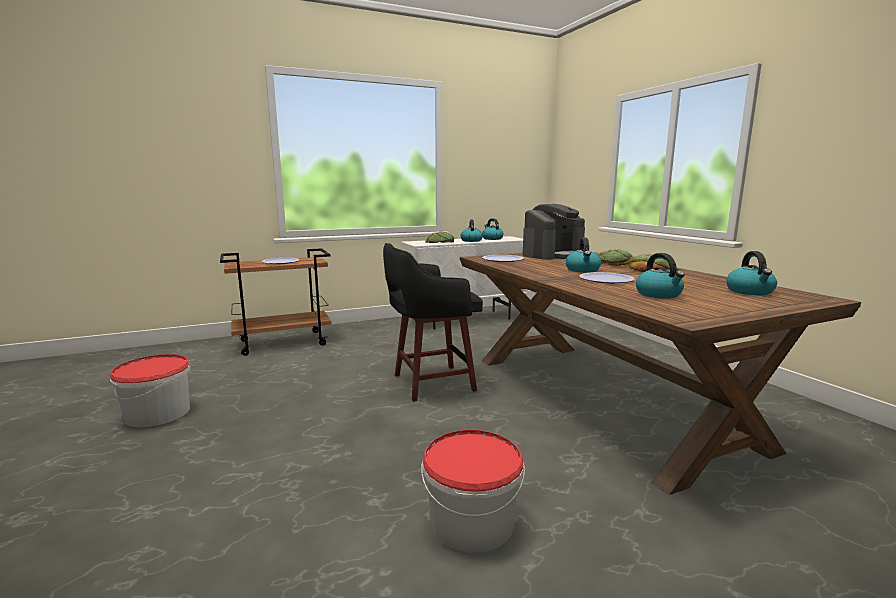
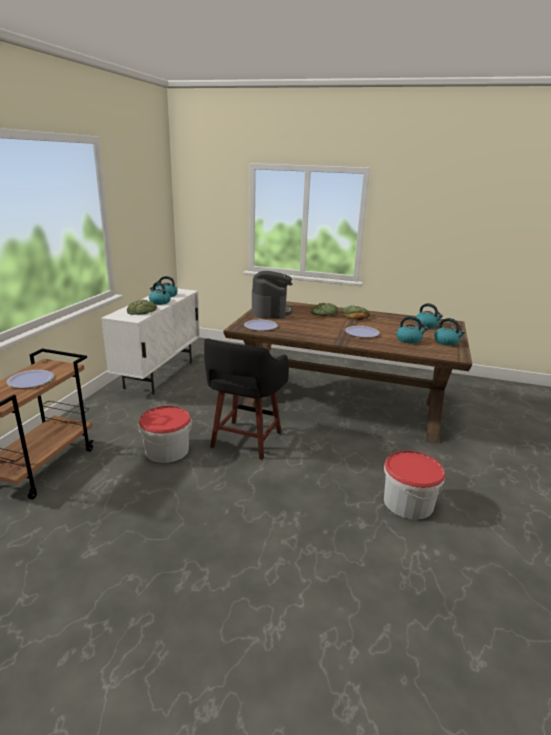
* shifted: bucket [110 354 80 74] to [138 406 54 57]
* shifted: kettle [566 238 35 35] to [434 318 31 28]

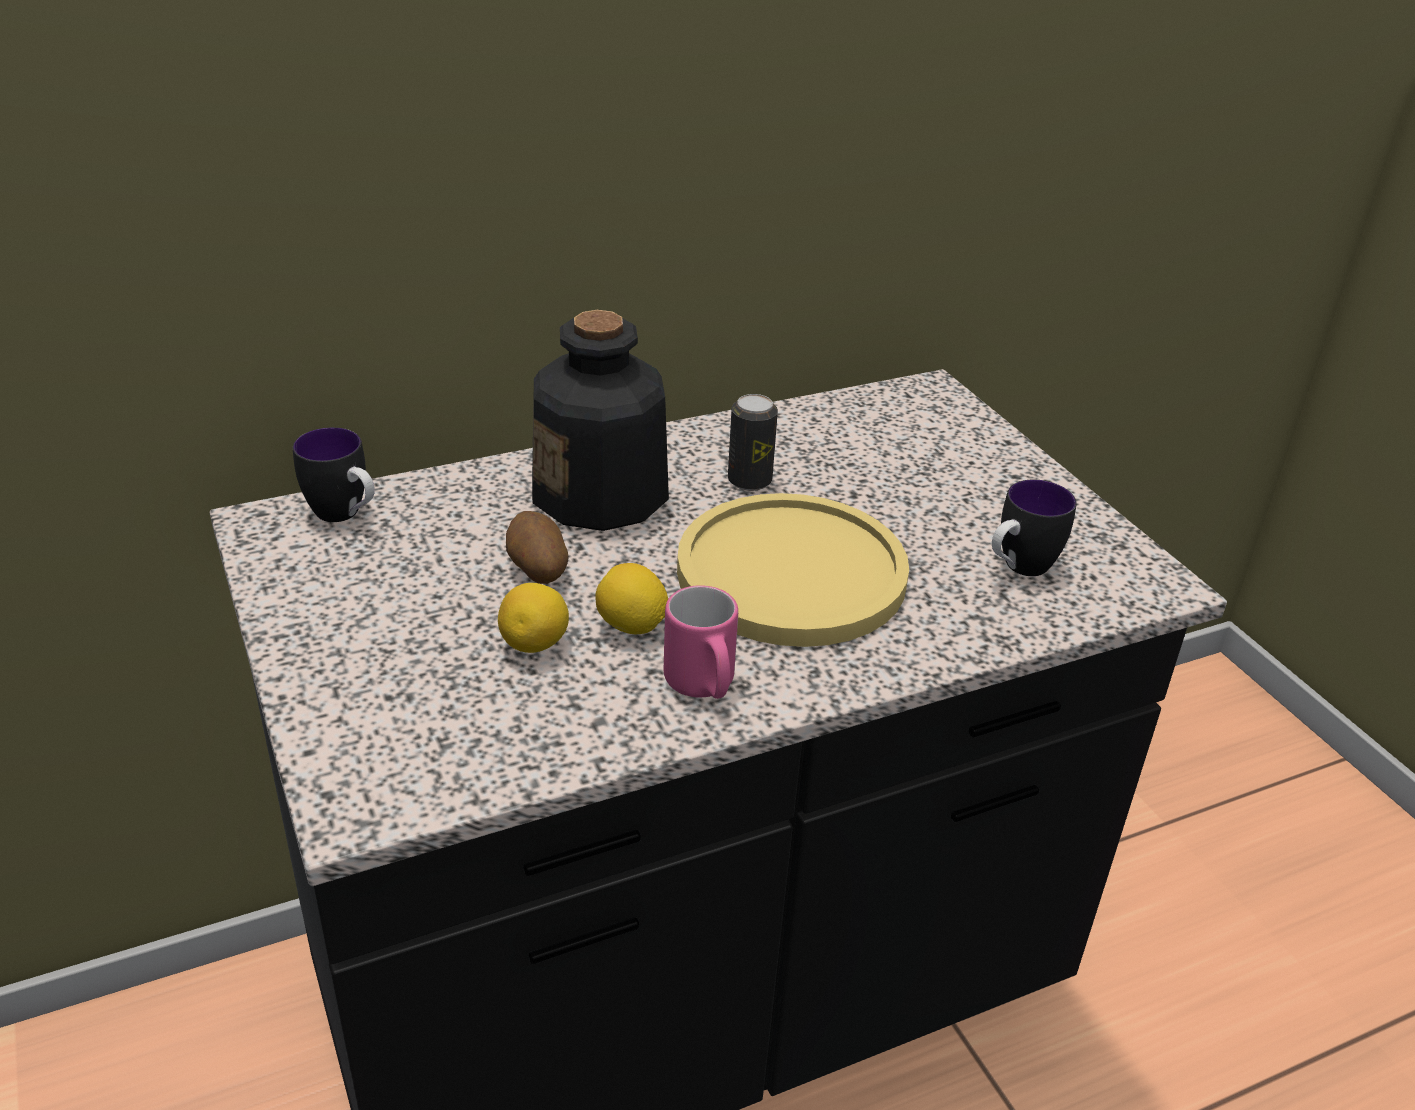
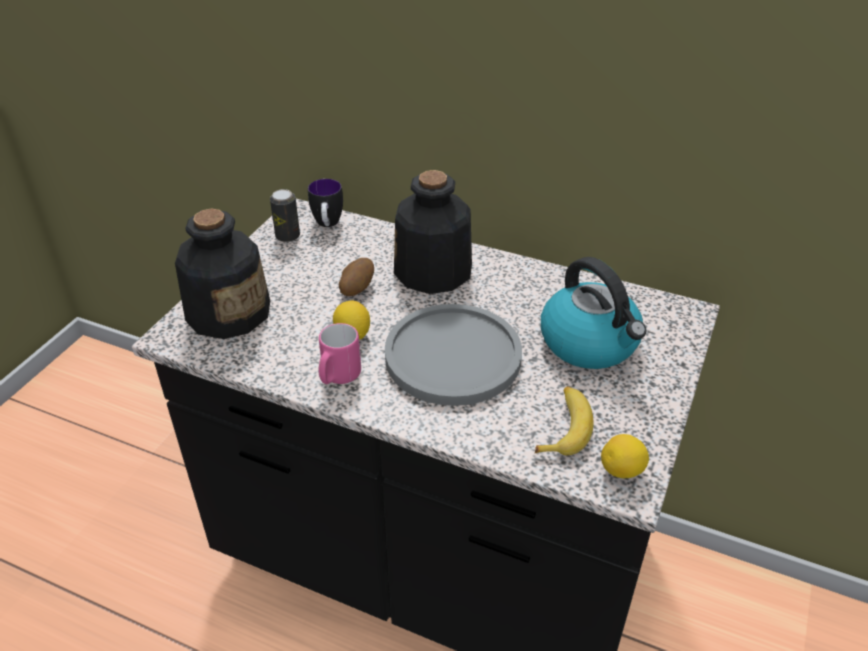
* new: bottle [175 209 95 130]
* shifted: can [728 394 50 97] to [270 189 30 53]
* repainted: yellow_plate [677 493 232 154] to grey_plate [385 304 137 102]
* swapped: mug [992 480 85 96] to banana [535 386 58 70]
* new: kettle [541 257 105 112]
* shifted: lemon [498 583 71 70] to [601 434 48 44]

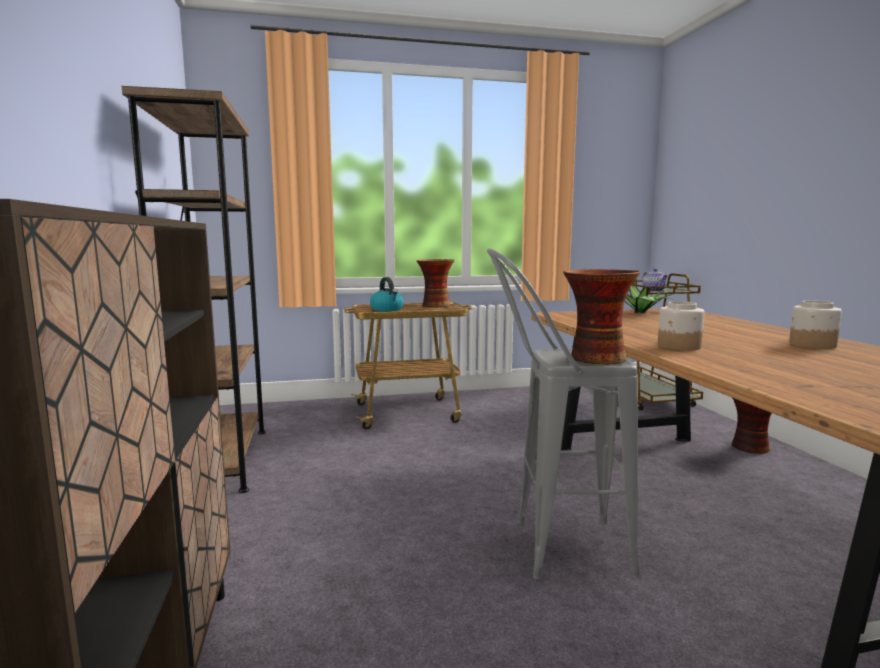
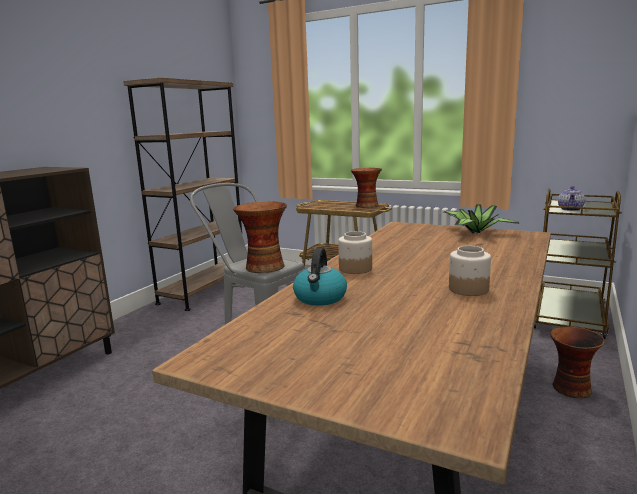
* shifted: kettle [370 277 34 34] to [293 247 54 59]

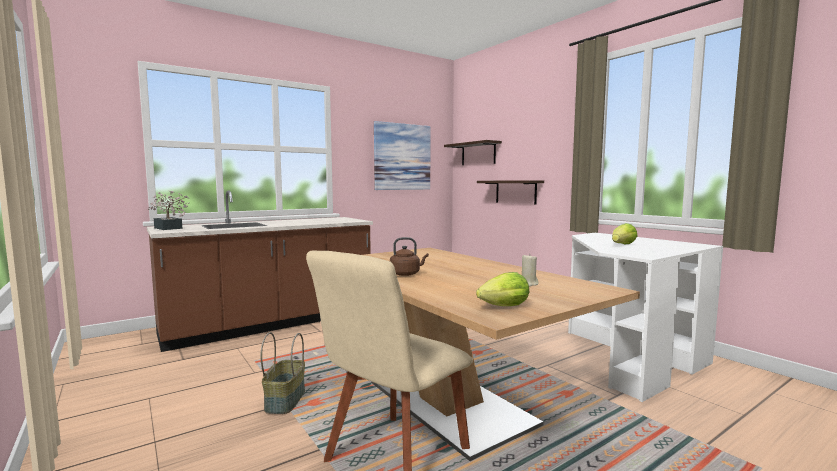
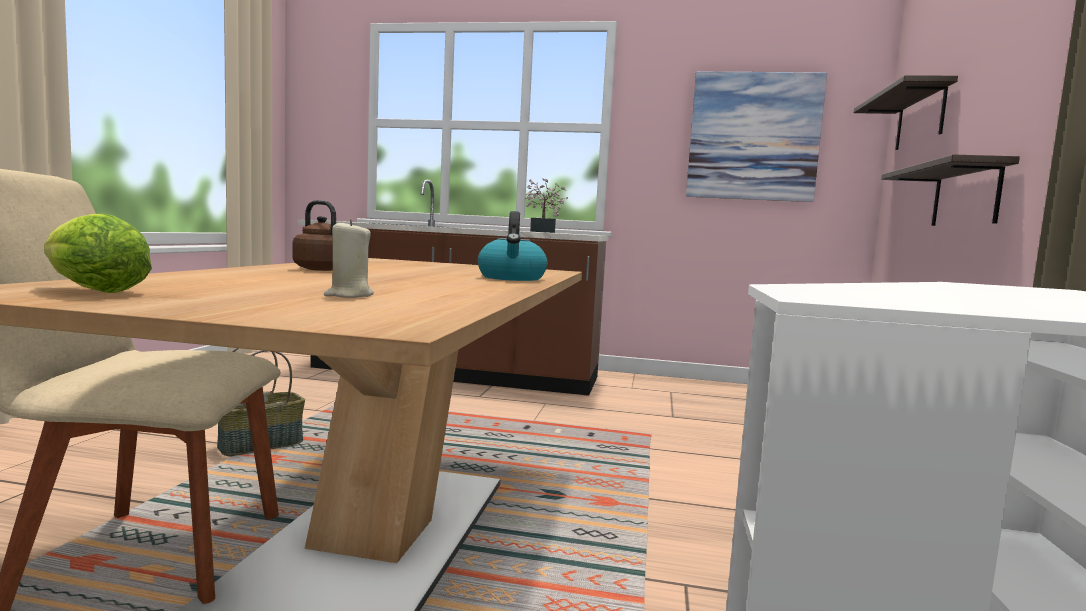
* new: kettle [478 211 70 70]
* shifted: potted_plant [148 191 42 39] to [525 178 43 55]
* gone: lettuce [612 223 26 21]

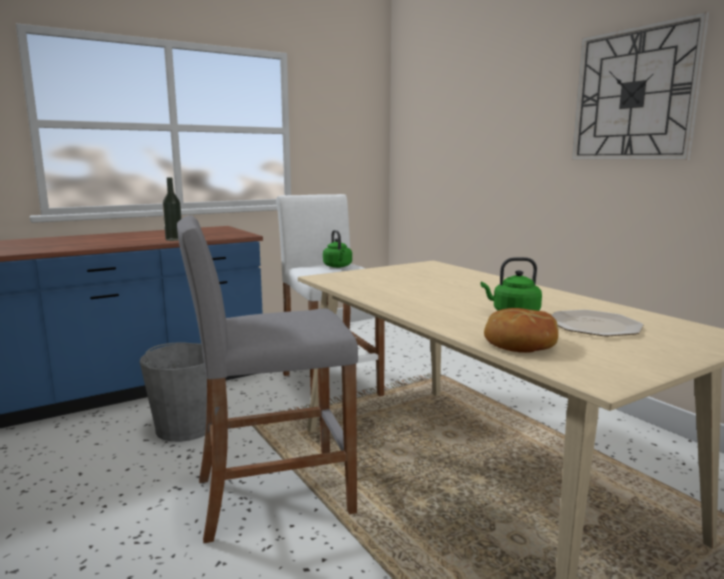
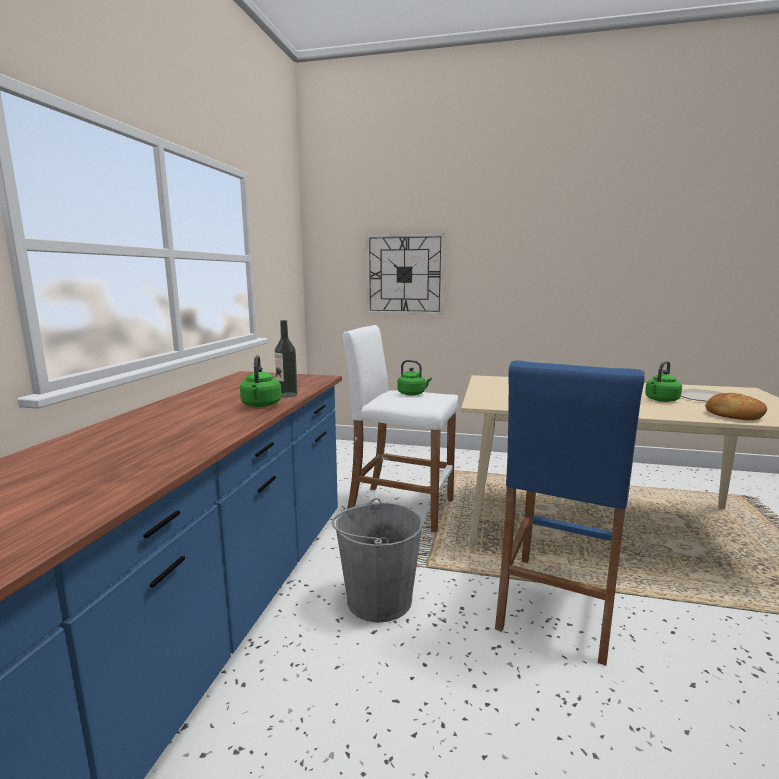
* new: green_kettle [240 355 42 52]
* shifted: wall_clock [572 12 138 148] to [366 233 79 82]
* repainted: grey_stool [177 215 181 328] to blue_stool [495 360 150 306]

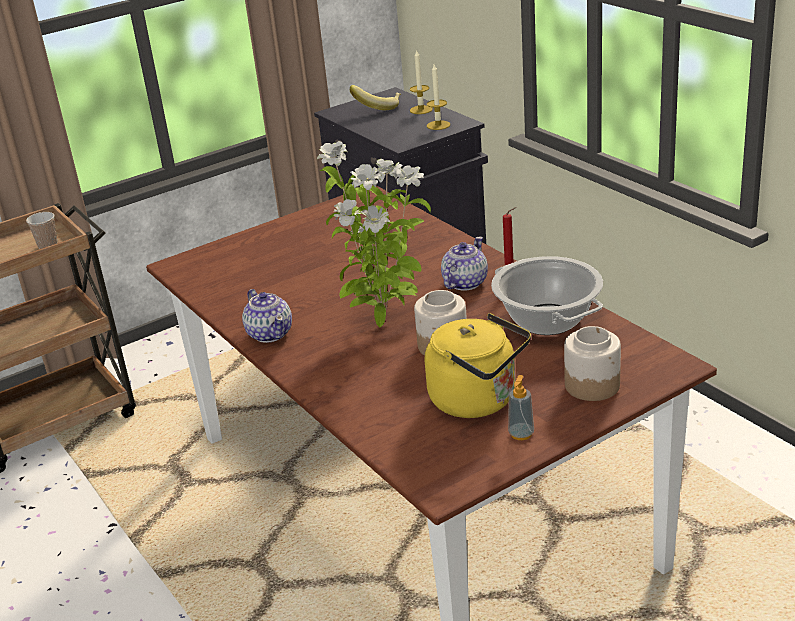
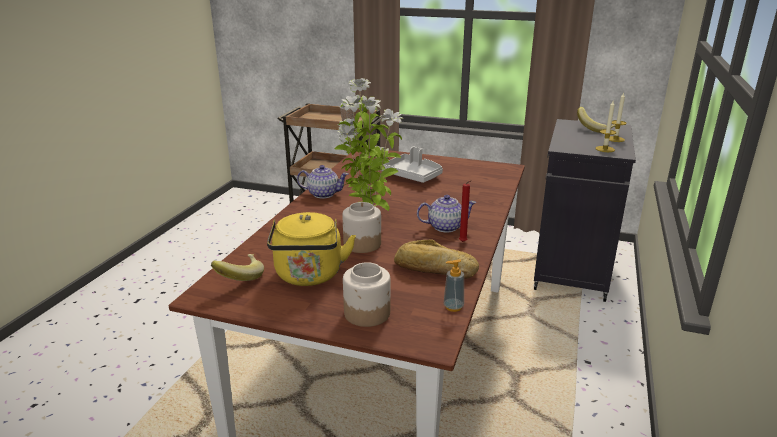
* new: banana [211 254 53 27]
* rotated: teapot [242 289 50 54] = [297 165 52 33] 105 degrees counterclockwise
* new: grey_tray [382 147 61 36]
* swapped: cooking_pot [491 256 112 79] to bread [394 240 85 39]
* shifted: soap_dispenser [508 375 26 65] to [444 259 20 53]

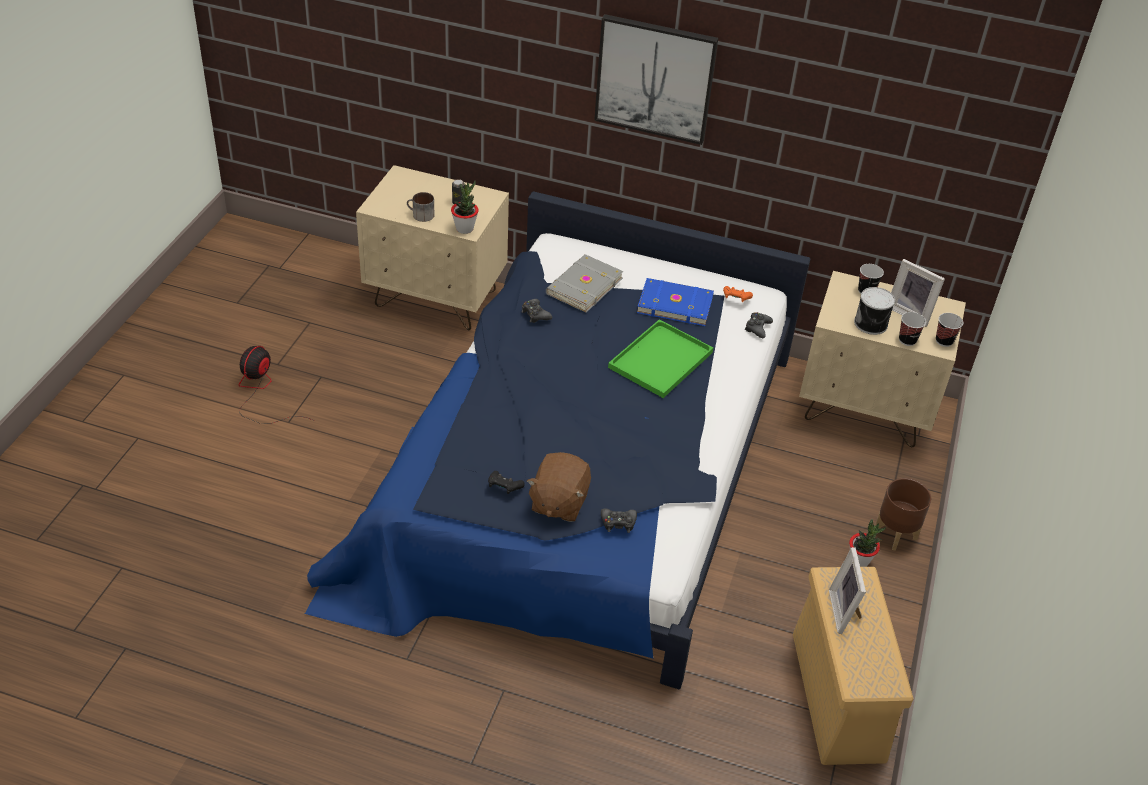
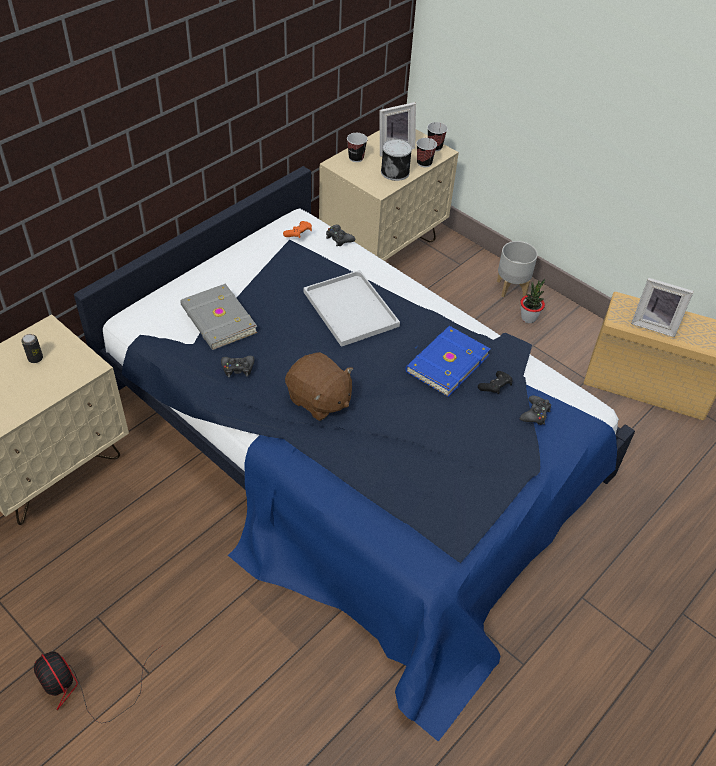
* shifted: brown_plush_toy [527 452 64 70] to [285 352 68 69]
* repainted: green_tray [608 319 105 79] to white_tray [304 270 96 77]
* shifted: blue_book [637 278 77 48] to [405 326 85 71]
* shifted: black_game_controller [488 471 37 23] to [478 371 34 23]
* repainted: brown_planter [875 478 56 73] to grey_planter [497 241 41 57]
* gone: mug [407 192 27 30]
* gone: potted_plant [451 181 28 53]
* gone: picture [594 14 124 131]

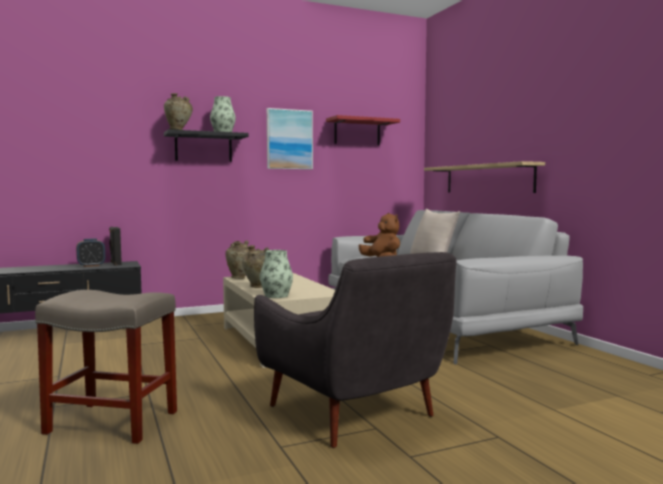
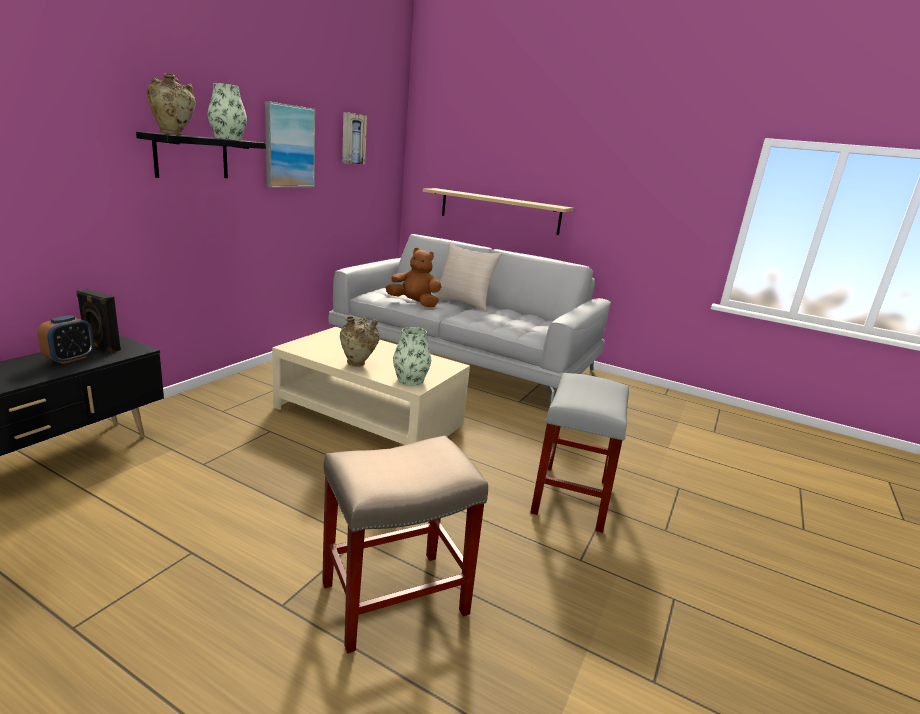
* swapped: red_shelf [326 115 74 30] to picture [342 112 25 52]
* swapped: grey_armchair [254 252 203 196] to grey_stool [530 373 99 160]
* gone: beige_vase [226 240 26 39]

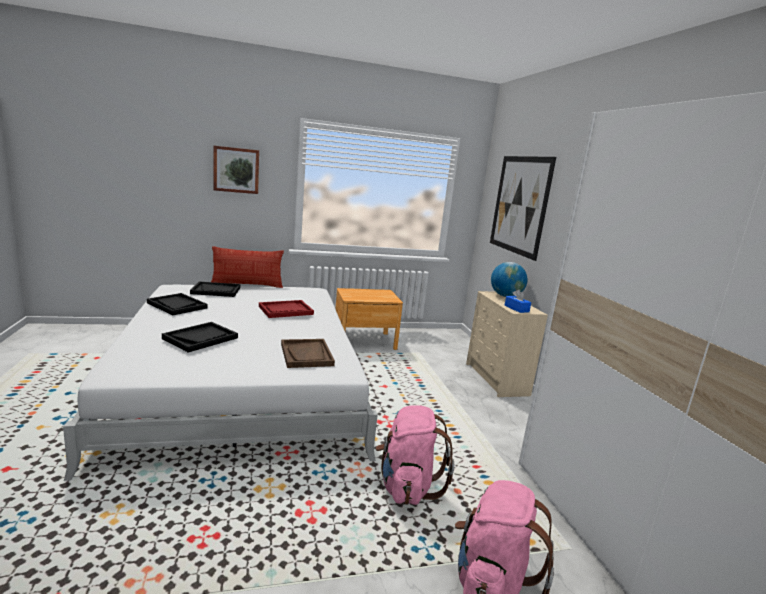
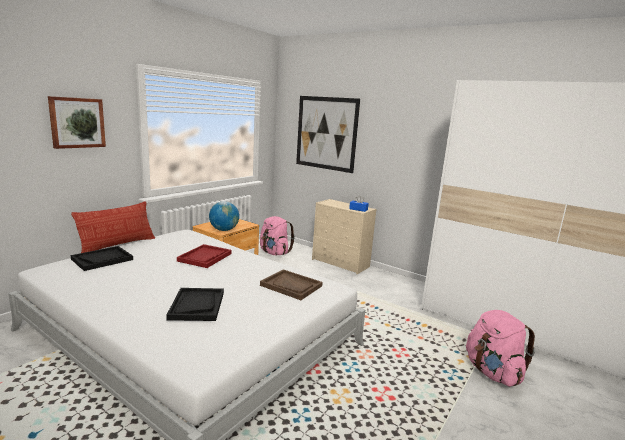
* shifted: globe [491 262 36 35] to [209 201 30 30]
* shifted: pink_backpack [376 405 78 100] to [260 216 35 40]
* gone: black_tray [147 293 61 22]

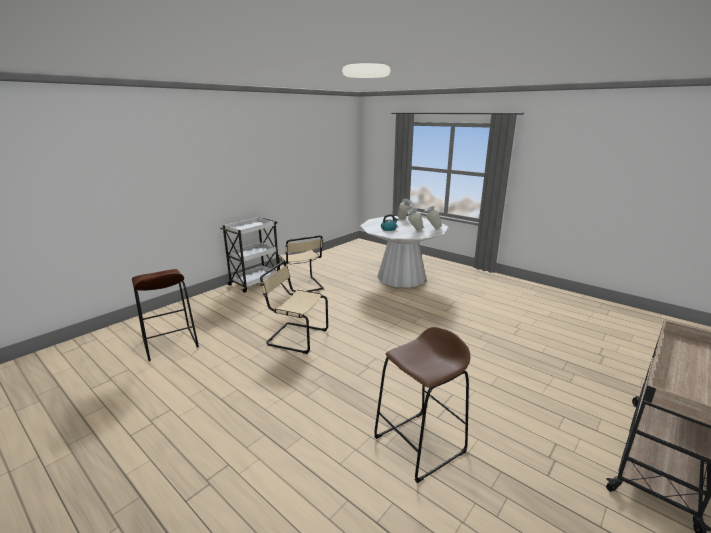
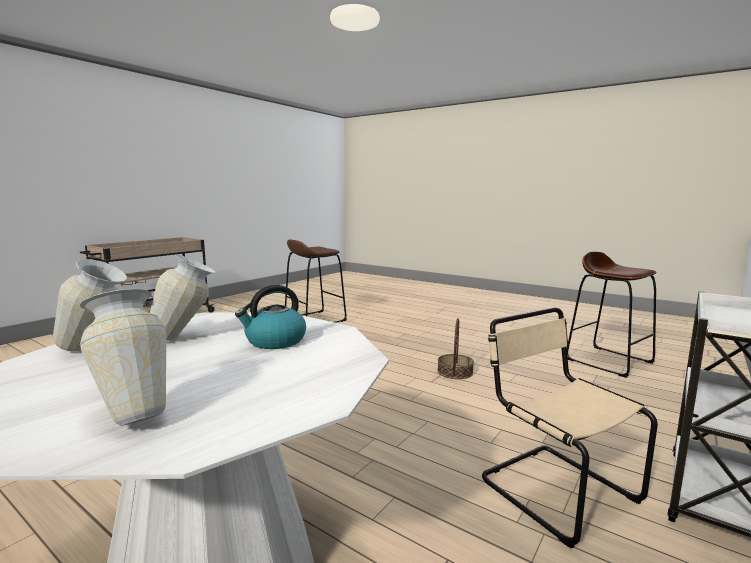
* swapped: beige_chair [260 262 68 92] to basket [437 318 37 61]

